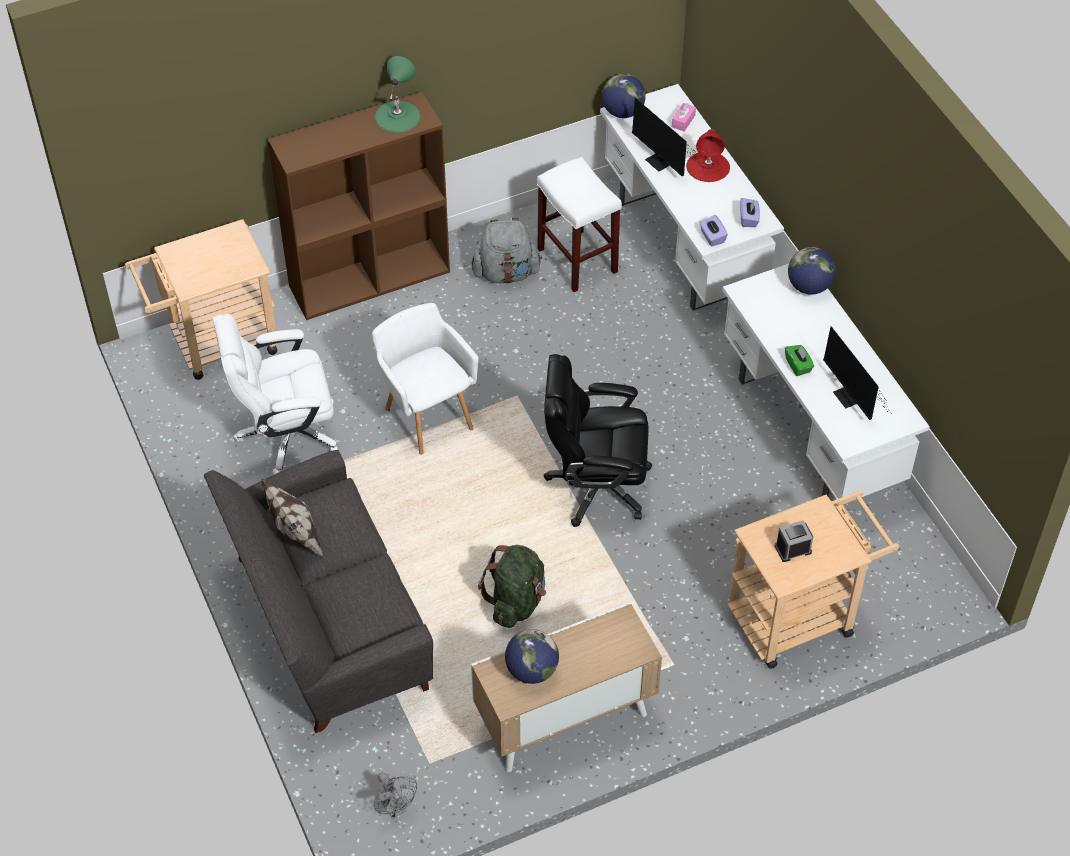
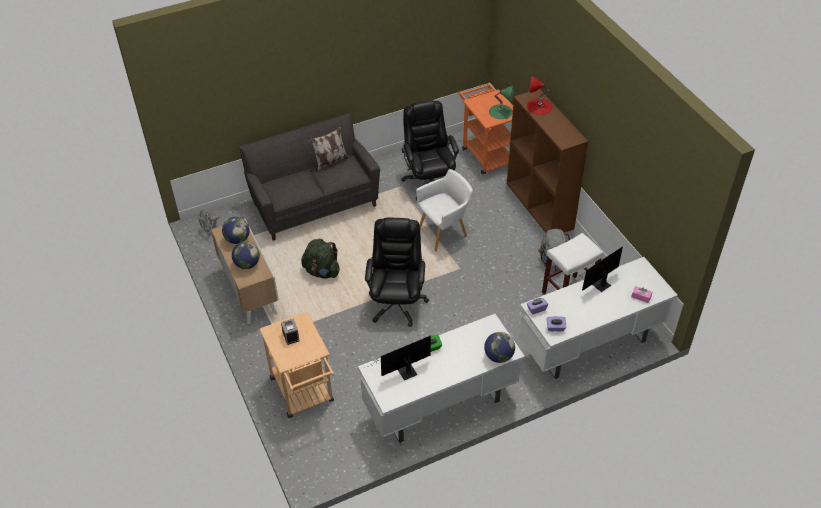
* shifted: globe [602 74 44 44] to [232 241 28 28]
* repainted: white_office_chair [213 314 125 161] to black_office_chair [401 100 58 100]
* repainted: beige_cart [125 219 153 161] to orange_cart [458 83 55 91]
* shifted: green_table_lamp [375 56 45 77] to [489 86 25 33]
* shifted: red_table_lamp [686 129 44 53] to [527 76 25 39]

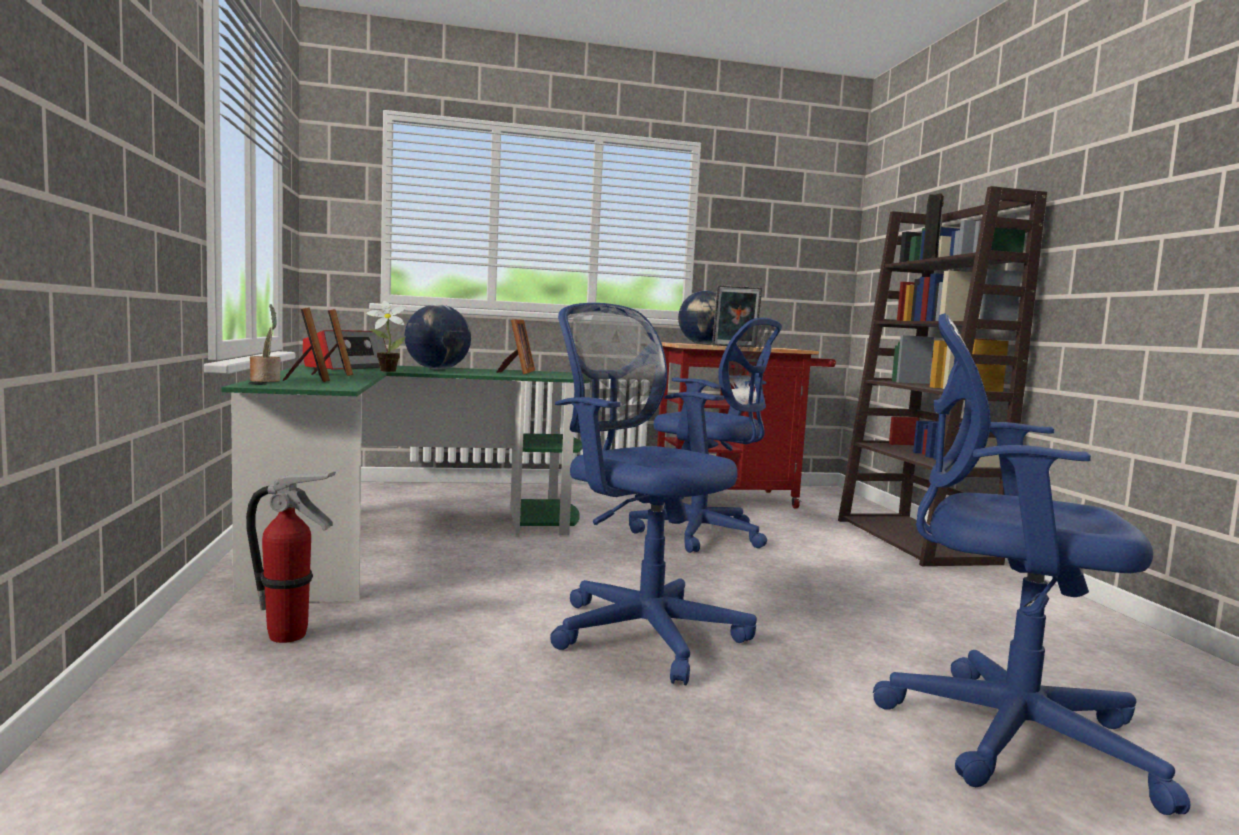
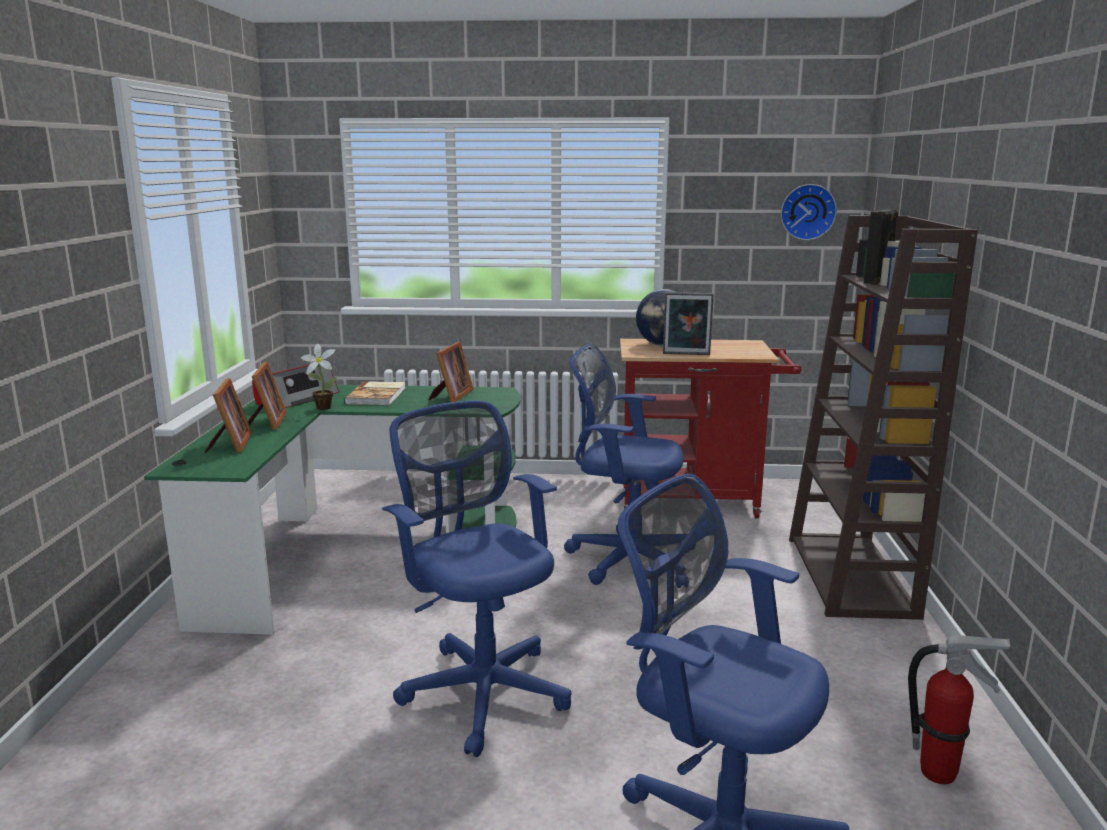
* swapped: globe [404 304 67 66] to book [344 381 62 24]
* rotated: blue_office_chair [629 318 153 235] = [564 343 121 245] 150 degrees clockwise
* new: wall_clock [781 184 56 56]
* shifted: fire_extinguisher [246 472 90 171] to [908 636 102 148]
* gone: potted_plant [250 304 31 78]

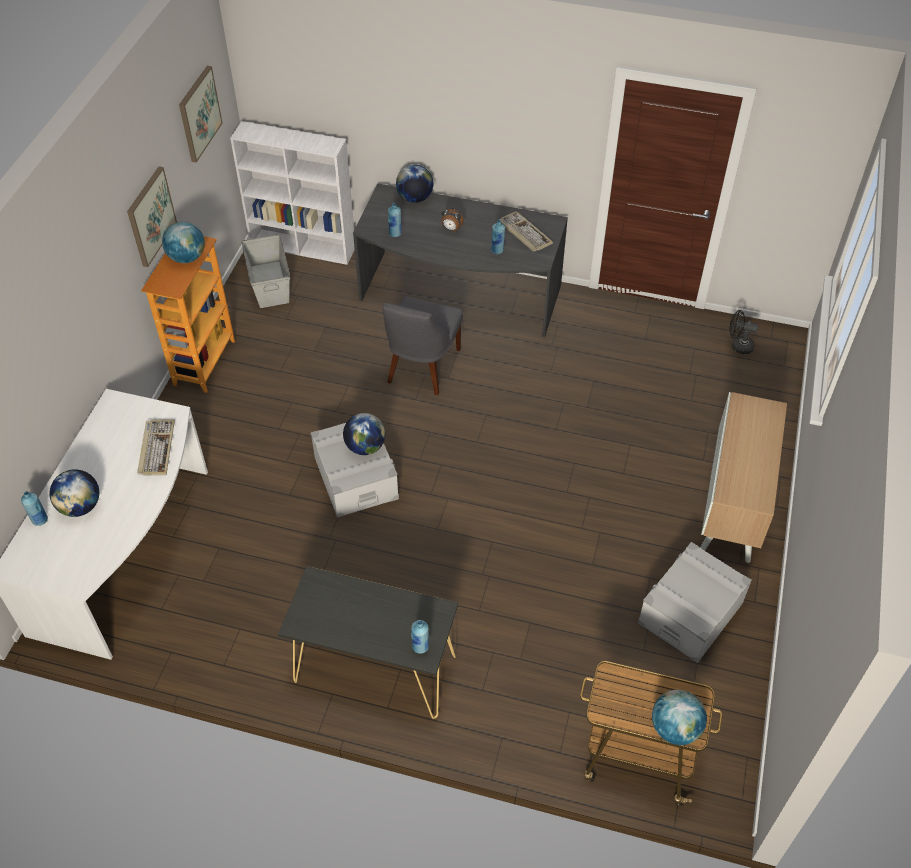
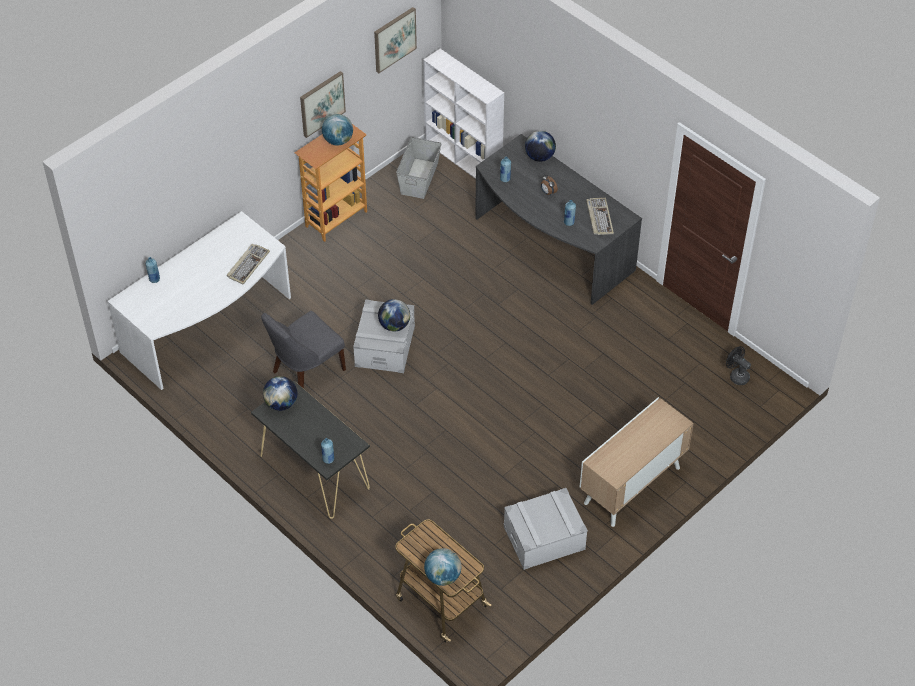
* shifted: grey_chair [383 296 80 99] to [261 311 85 78]
* shifted: globe [50 469 49 48] to [263 376 34 35]

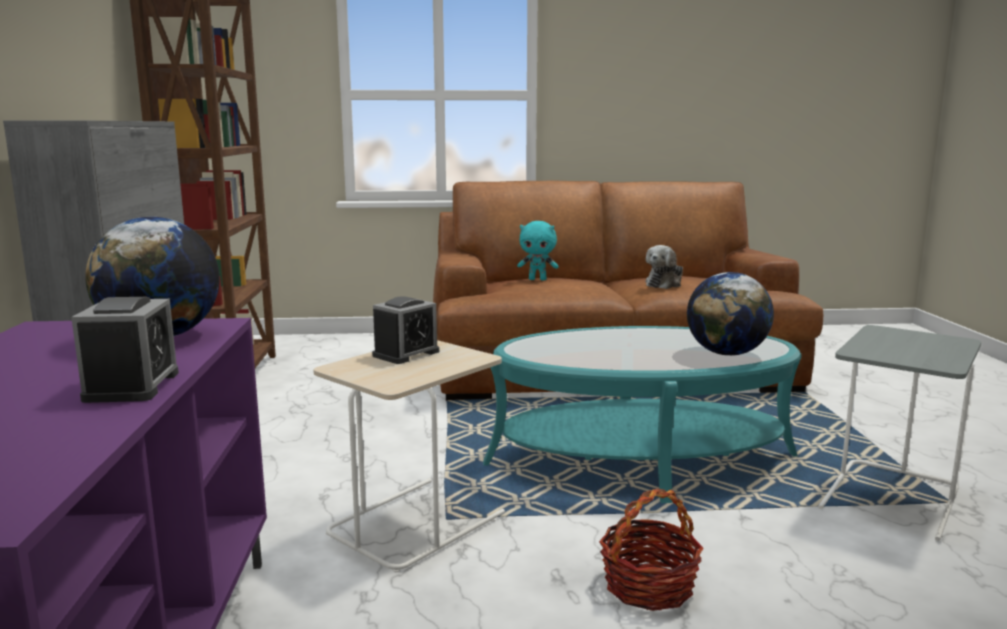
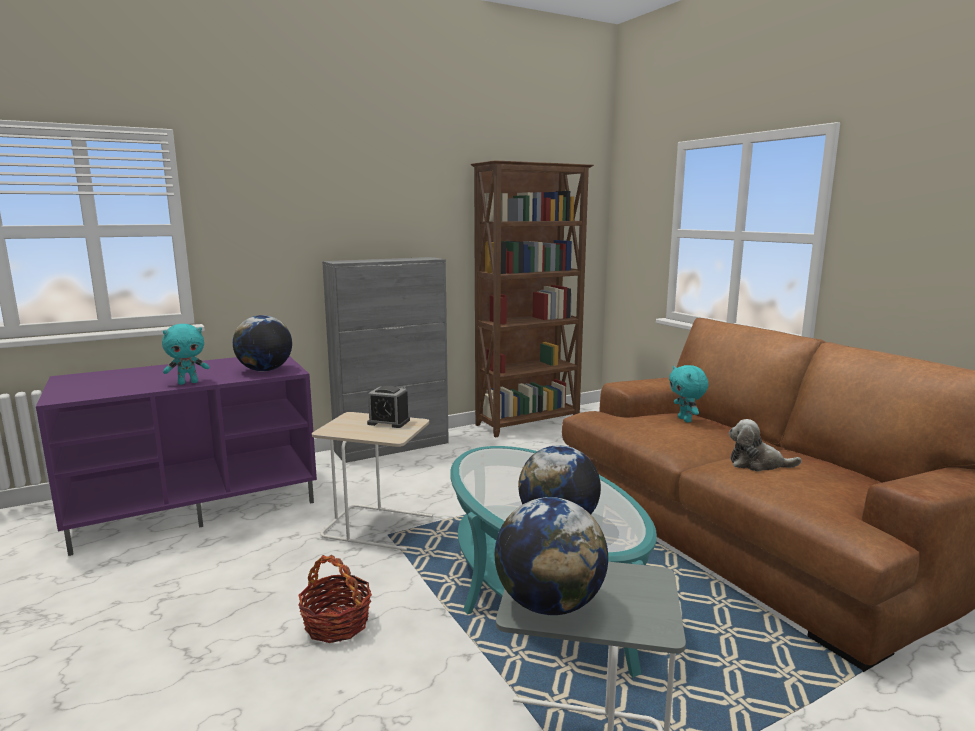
* swapped: alarm_clock [71 297 108 106] to turquoise_plush_toy [162 324 47 61]
* new: globe [495 497 113 118]

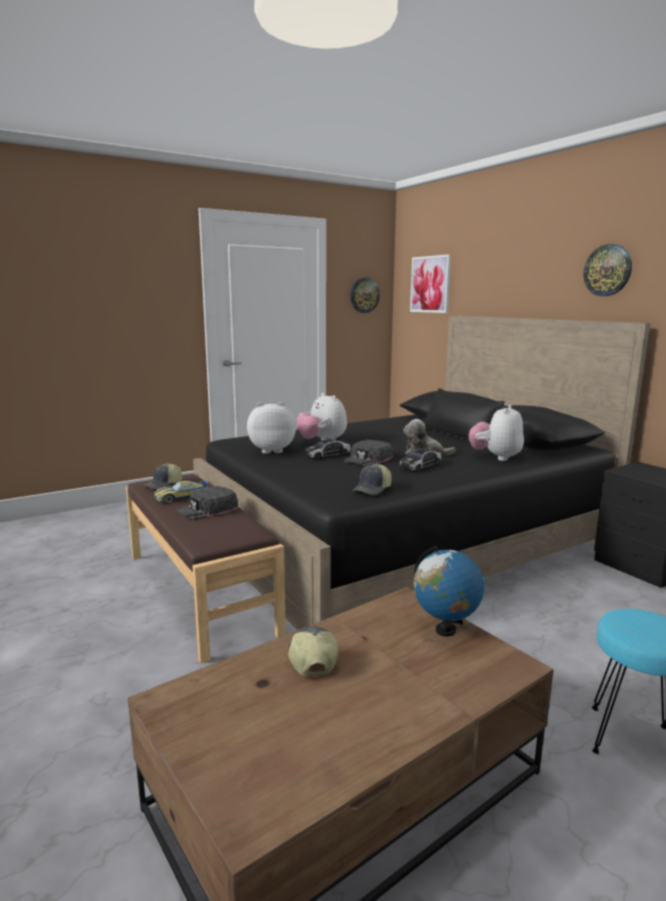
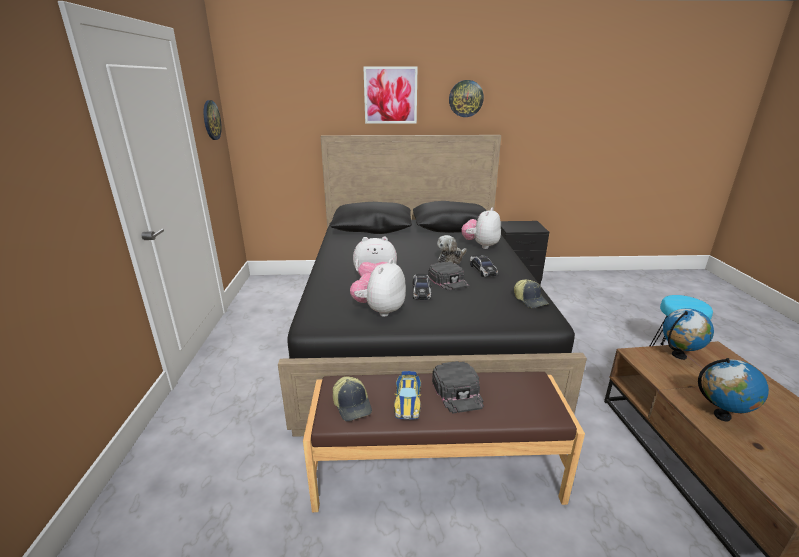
* shifted: picture [410 254 41 59] to [363 66 54 58]
* rotated: plush_toy [469 405 55 56] = [462 208 39 41] 60 degrees clockwise
* swapped: cap [288 626 50 51] to globe [698 358 71 63]
* gone: black_pillow [424 388 81 52]

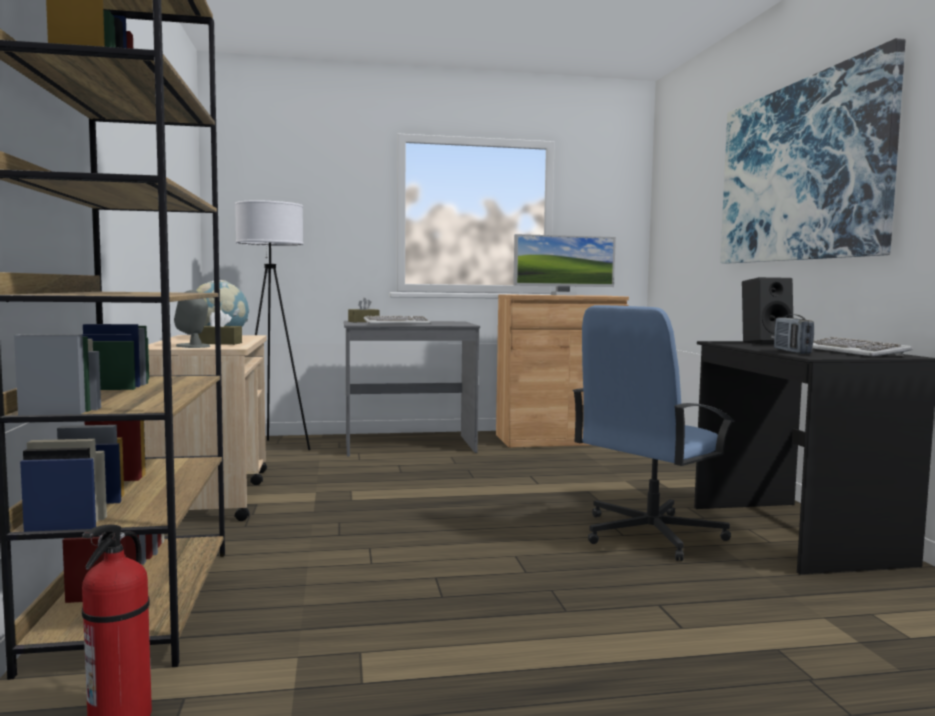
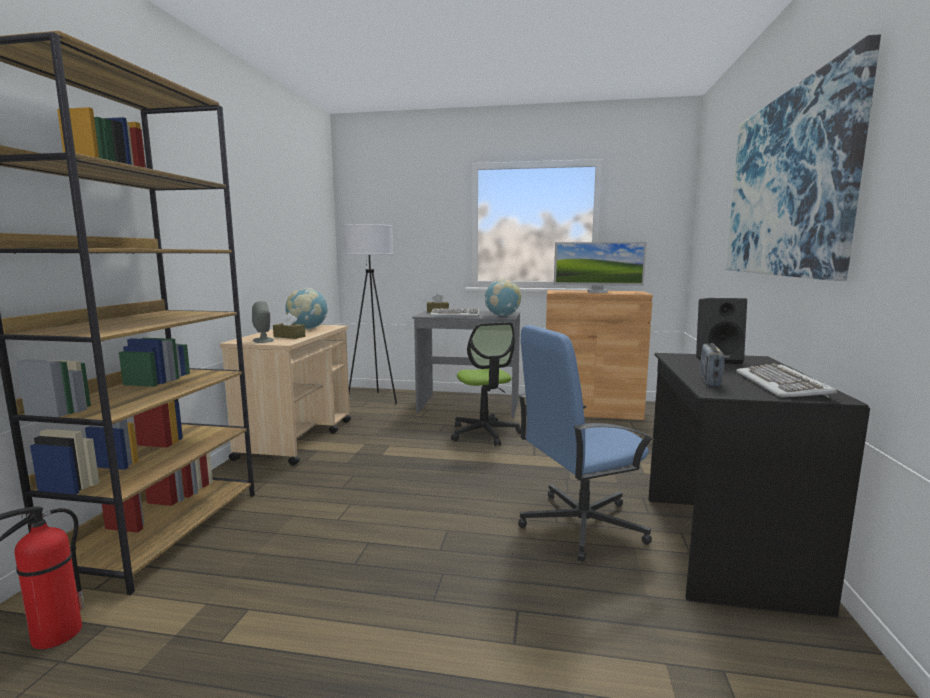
* new: office_chair [451 322 70 124]
* new: globe [485 279 36 37]

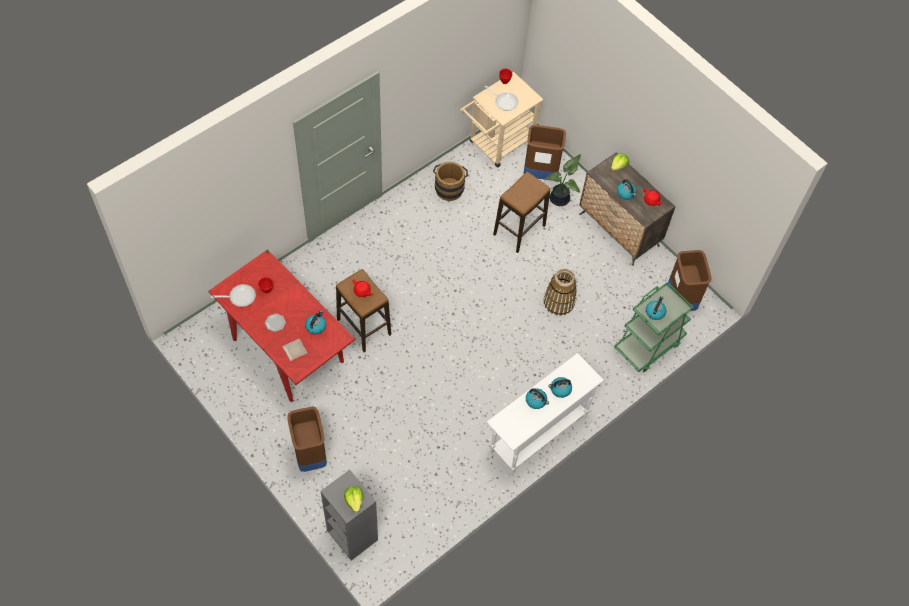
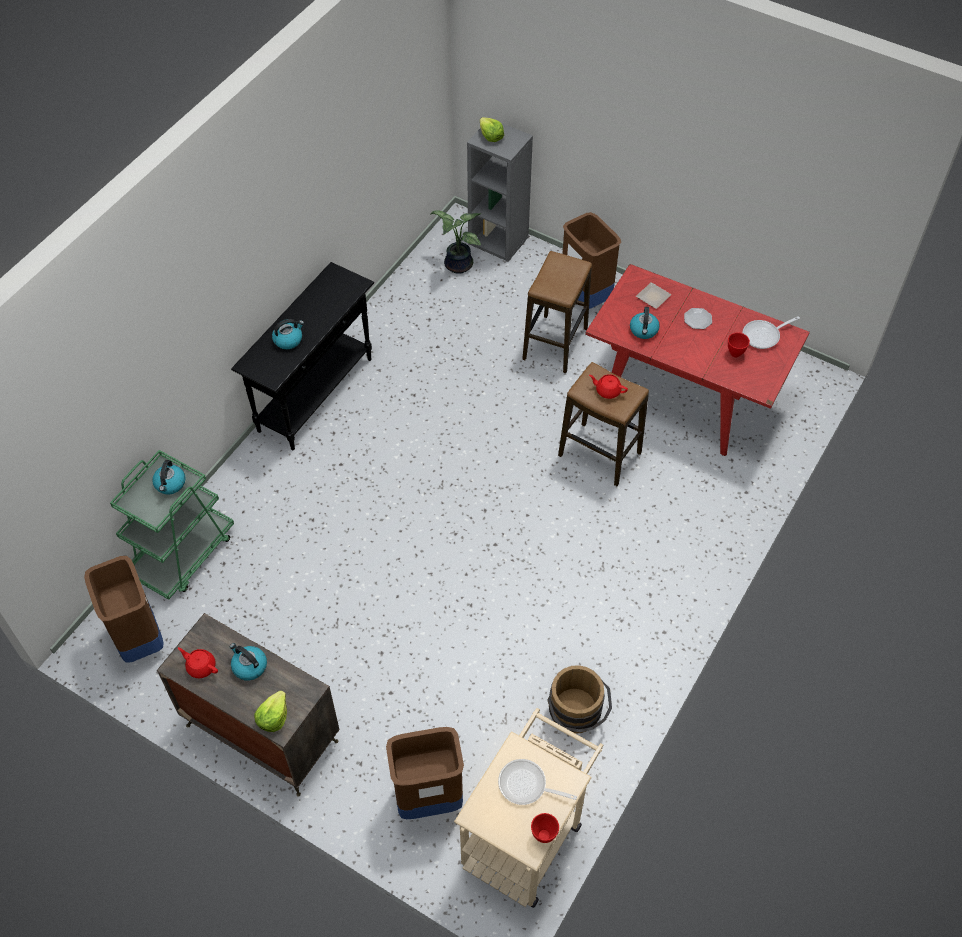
* repainted: white_console_table [487 353 117 123] to black_console_table [231 262 143 188]
* shifted: potted_plant [546 154 35 52] to [430 210 51 64]
* shifted: stool [493 172 57 81] to [522 251 70 122]
* gone: kettle [526 388 23 21]
* gone: basket [544 269 33 47]

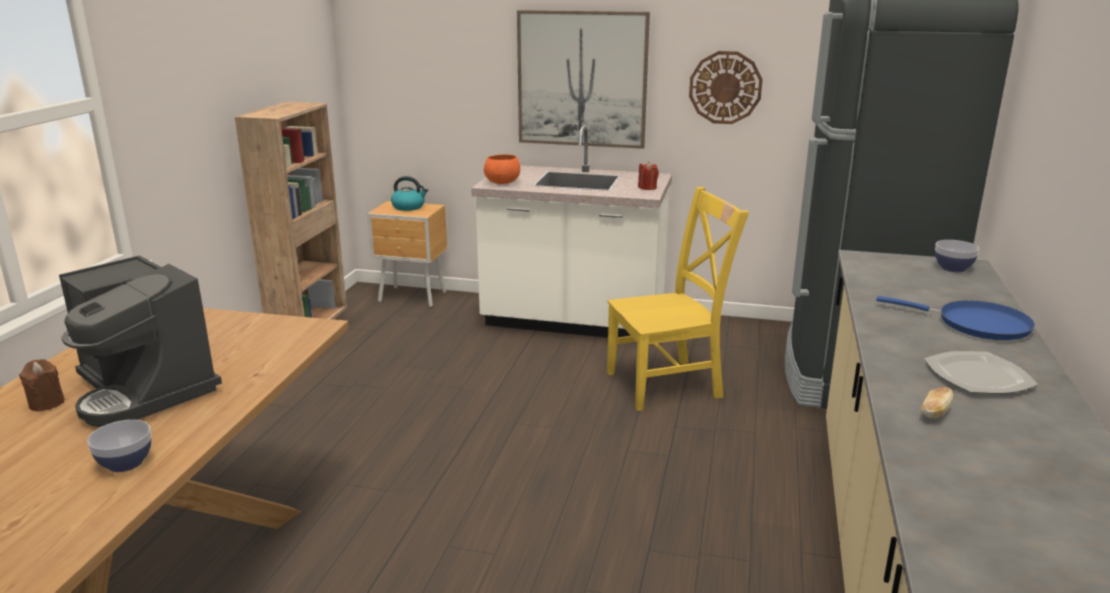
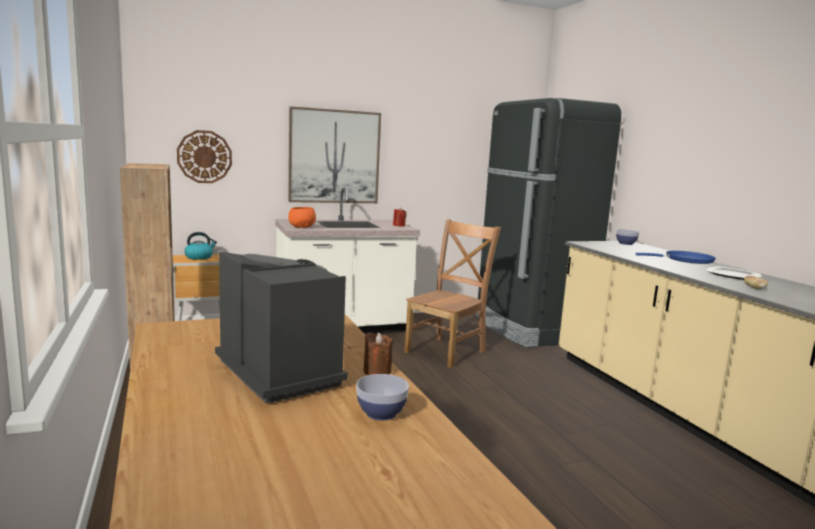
* shifted: wall_clock [689 51 74 73] to [177 130 55 53]
* rotated: coffee_machine [59 255 163 172] = [215 252 133 152] 135 degrees counterclockwise
* shifted: brown_candle [19 359 46 52] to [364 332 29 43]
* repainted: yellow_chair [607 187 142 224] to brown_chair [404 219 97 149]

